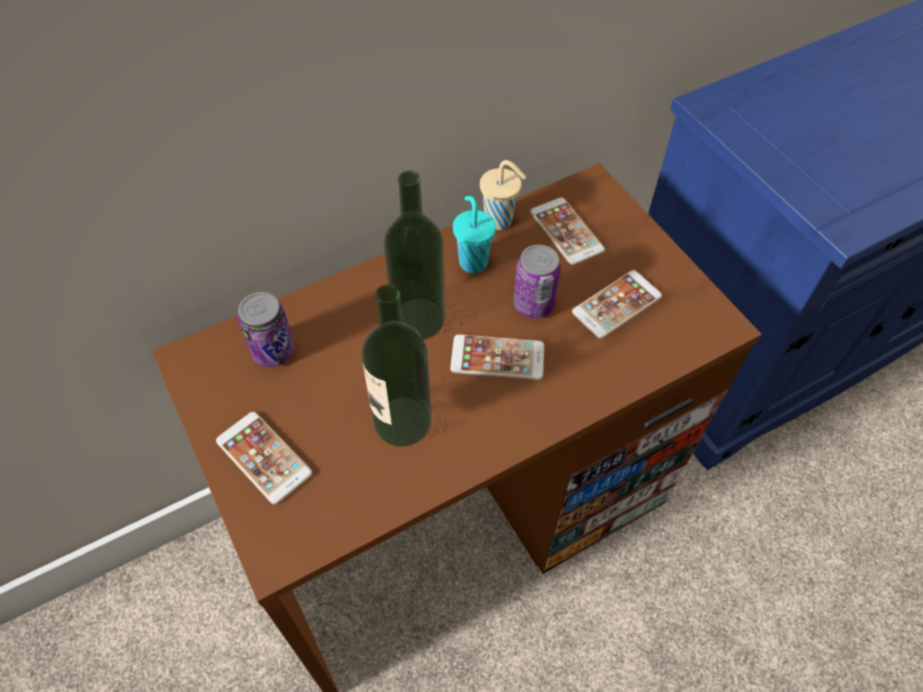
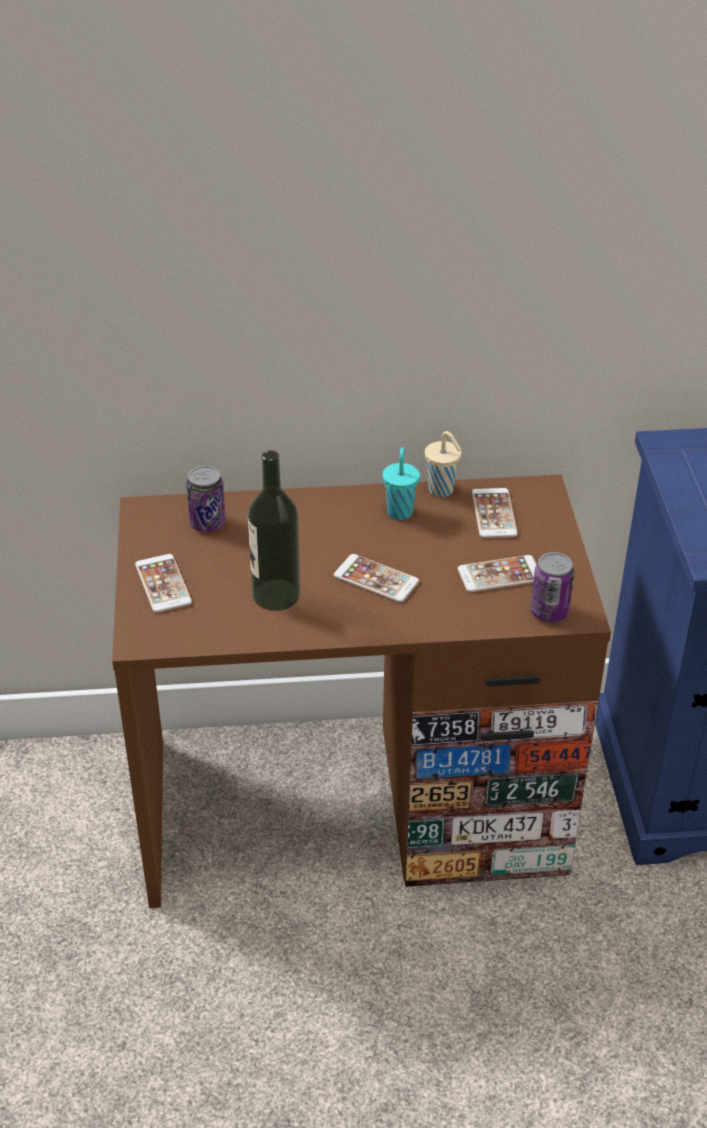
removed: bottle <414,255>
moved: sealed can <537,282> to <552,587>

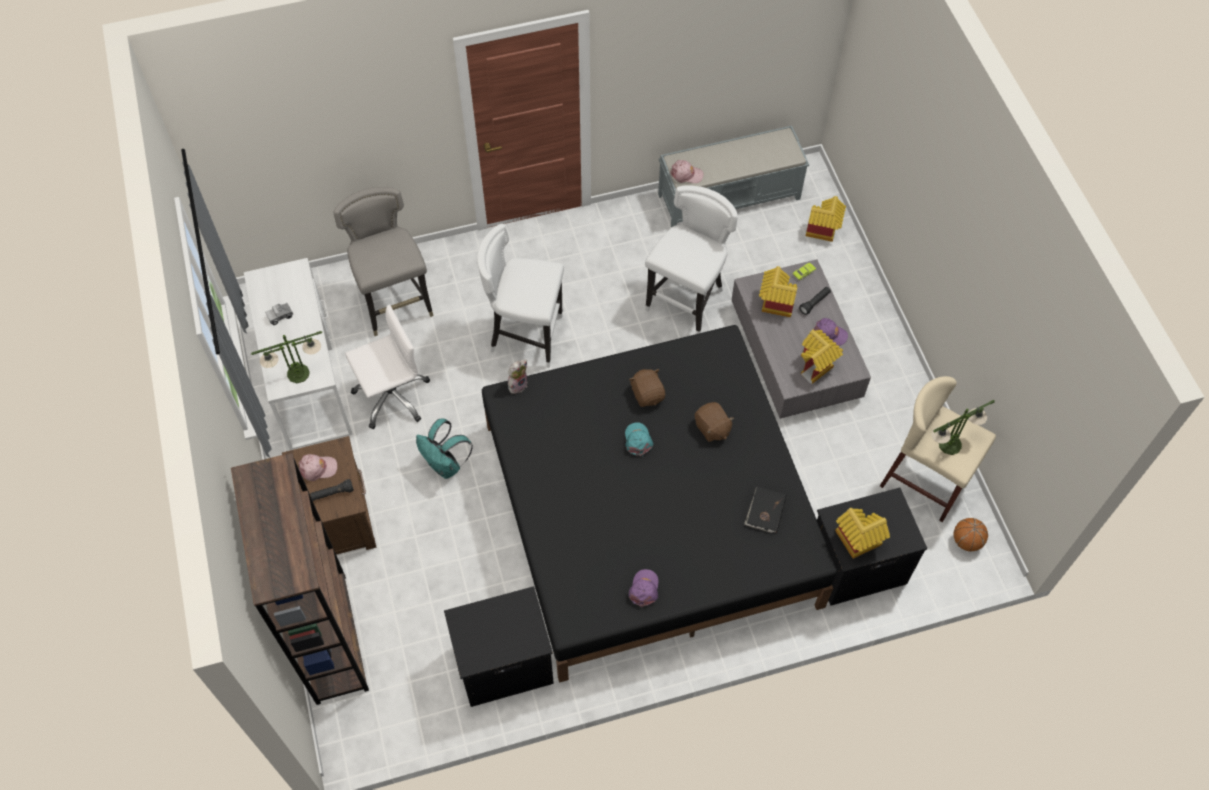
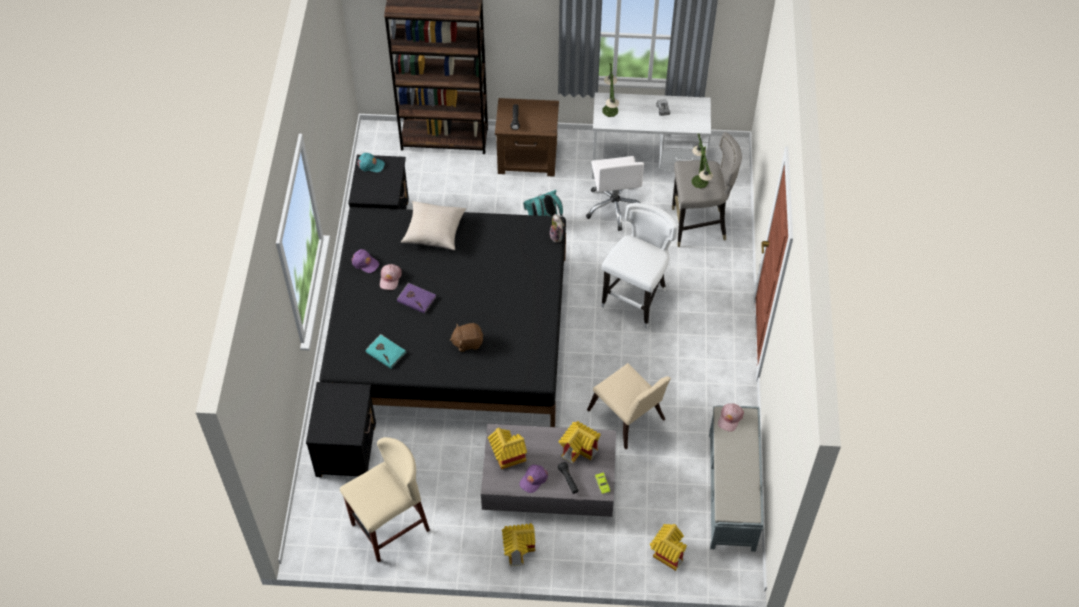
removed: brownish plush toy <647,388>; basketball ball <970,534>
added: purple-coloured book <417,298>; beige-coloured throw pillow <433,225>
moved: pink-coloured peaked cap <317,467> to <391,277>; turquoise peaked cap <639,439> to <371,162>; toy house <862,533> to <518,544>; lamp for a table <963,427> to <702,160>
replaced: white stool seat <691,259> to beige-coloured chair <629,406>
recoloured: black-coloured book <765,510> to turquoise book <386,351>

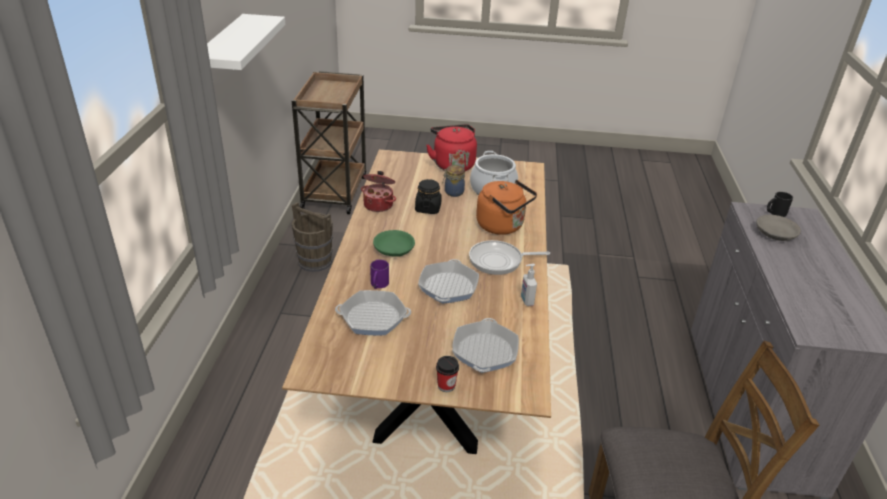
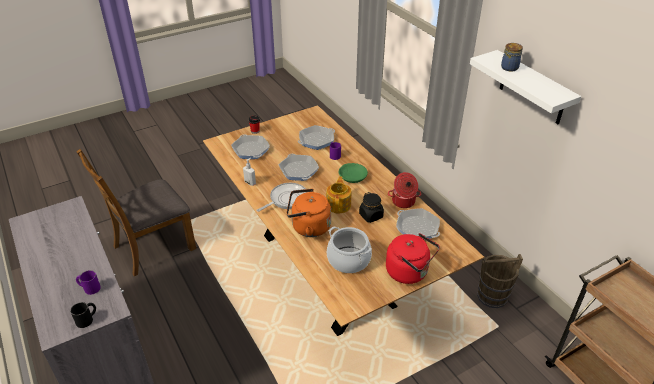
added: tea pot <338,194>; pan <418,223>
moved: jar <454,181> to <512,57>
replaced: gray bowl <778,228> to purple-coloured coffee mug <88,282>

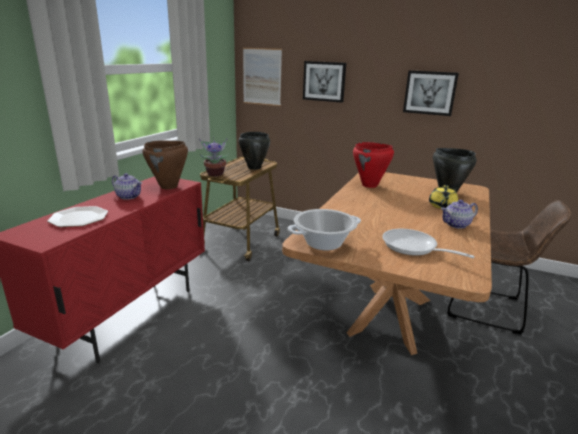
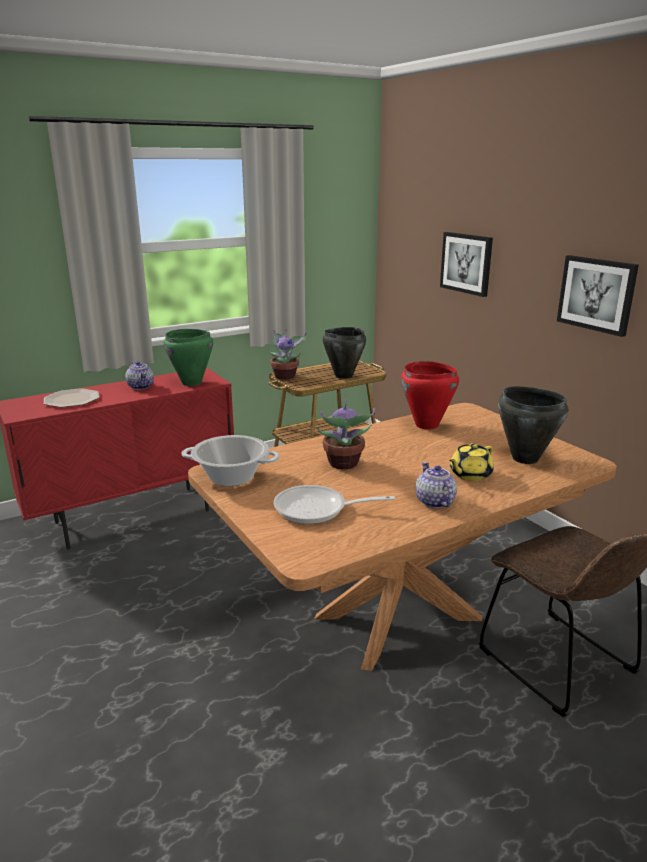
removed: wall art <262,77>
added: plant in a pot <346,434>
recoloured: brownish cooking pot <165,164> to greenish cooking pot <188,357>
turned: pan <428,243> = <334,504> 75 degrees counterclockwise; tea pot <459,214> = <436,485> 60 degrees clockwise

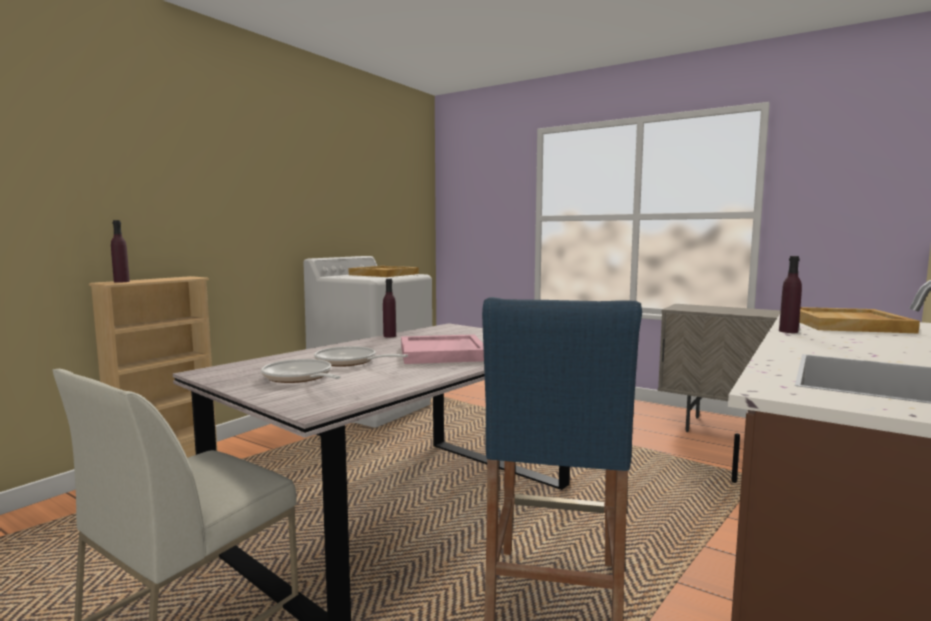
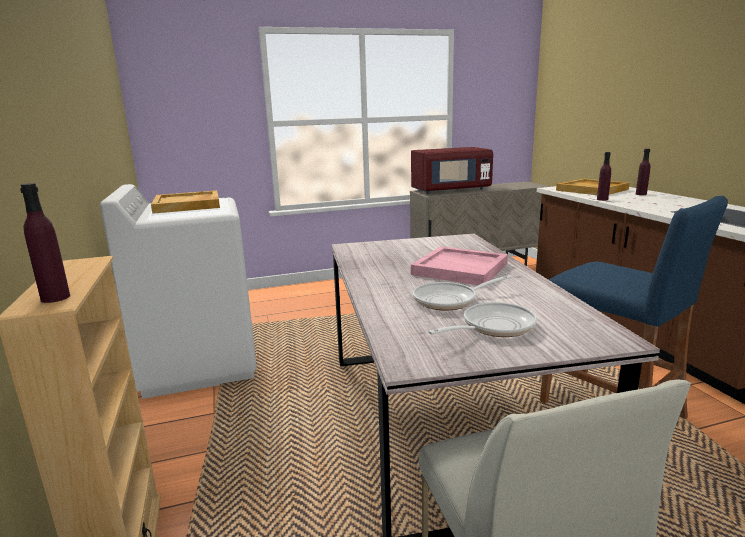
added: red microwave oven <452,170>
moved: purple-coloured bottle <389,308> to <643,172>
turned: pan <301,371> = <482,319> 150 degrees clockwise

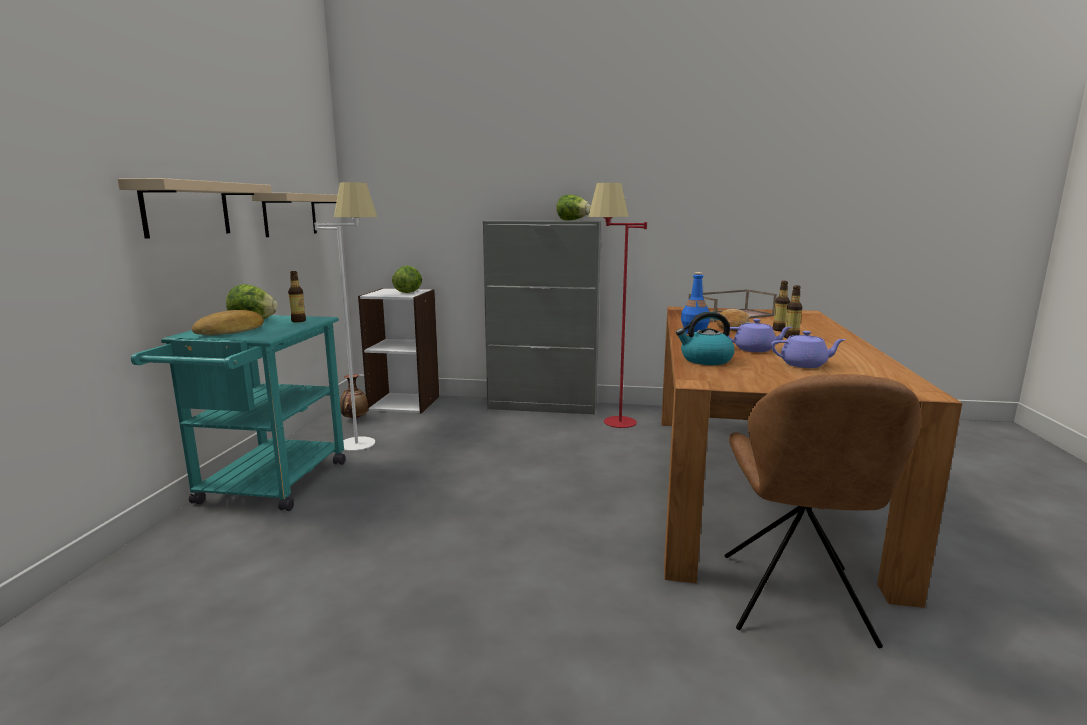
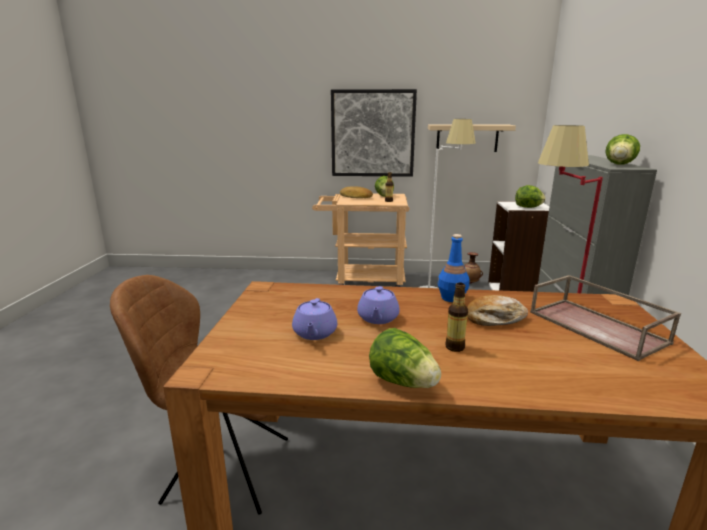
removed: water kettle <705,338>; bottle <781,306>
added: head of lettuce <405,358>
replaced: beige-coloured bracket shelf <195,208> to wall art <374,133>
recoloured: turquoise trolley <238,413> to beige-coloured trolley <360,240>

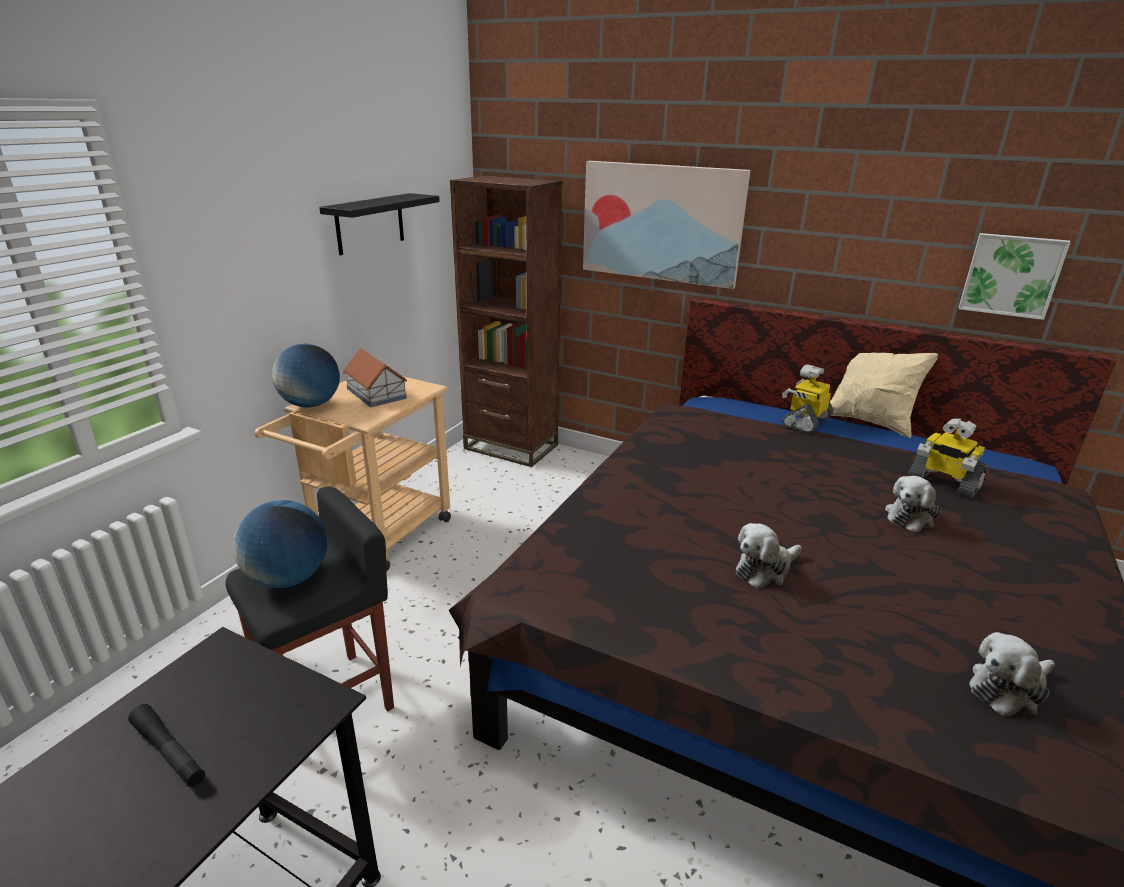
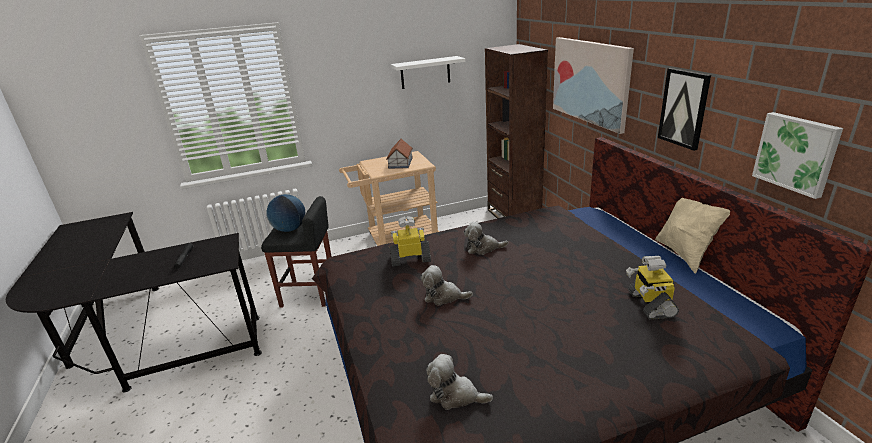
removed: world globe <306,375>
added: wall art <684,109>
moved: robot figure <807,398> to <410,241>; plush toy <913,504> to <486,238>
recoloured: black-coloured bracket shelf <379,224> to white bracket shelf <428,72>

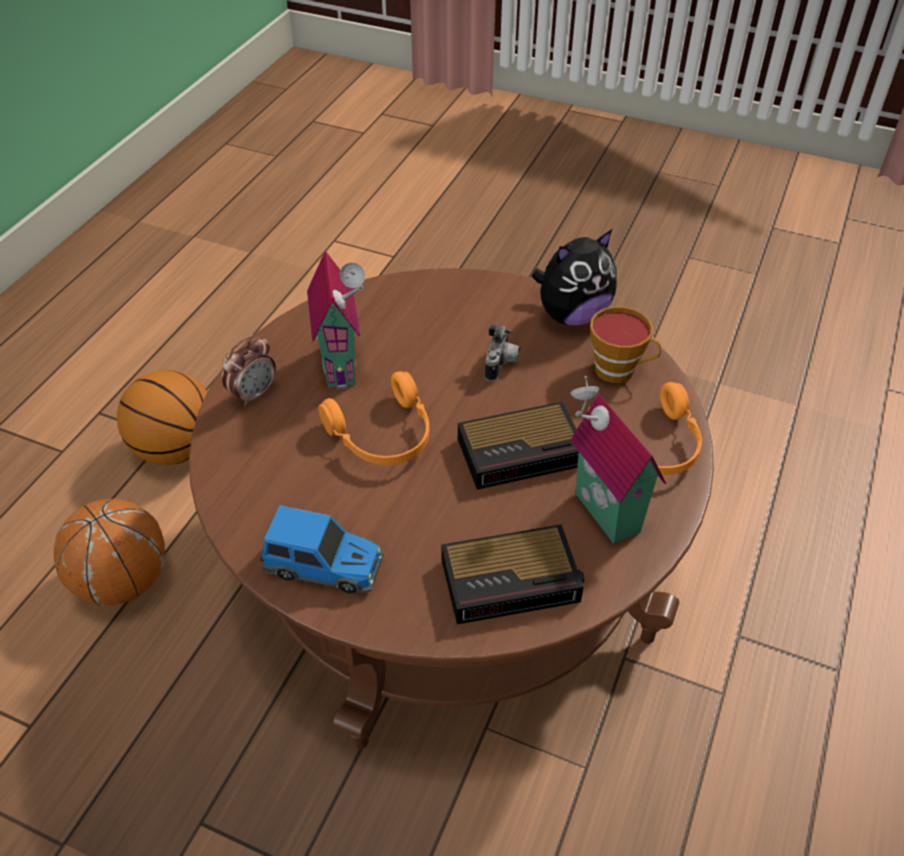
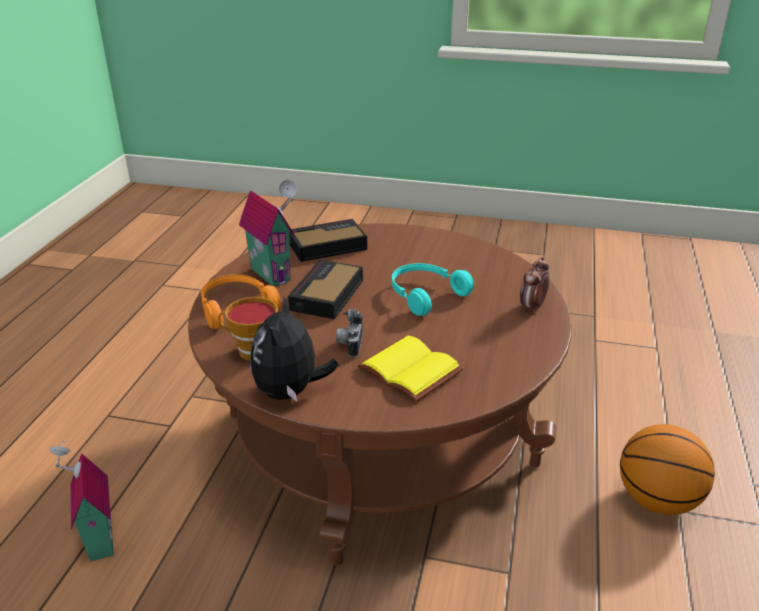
removed: basketball ball <109,552>; model car <322,549>
added: yellow-coloured book <411,368>
moved: toy house <336,320> to <82,501>
recoloured: orangey pair of headphones <373,418> to turquoise pair of headphones <433,289>
turned: bedside clock <518,445> = <325,289> 45 degrees counterclockwise; plush toy <574,277> = <294,348> 45 degrees counterclockwise

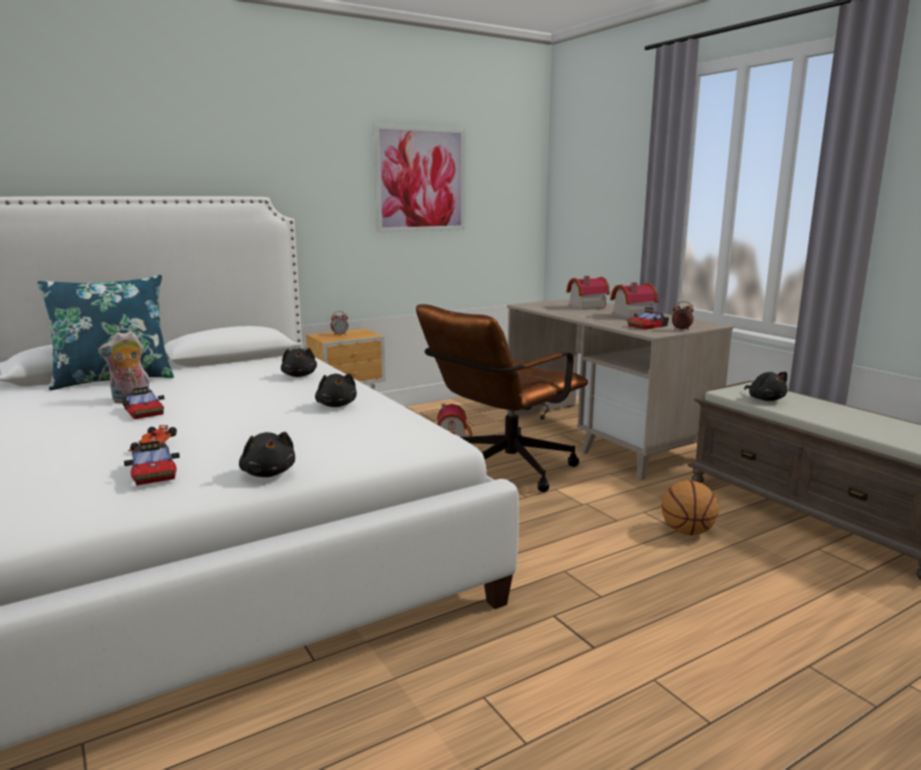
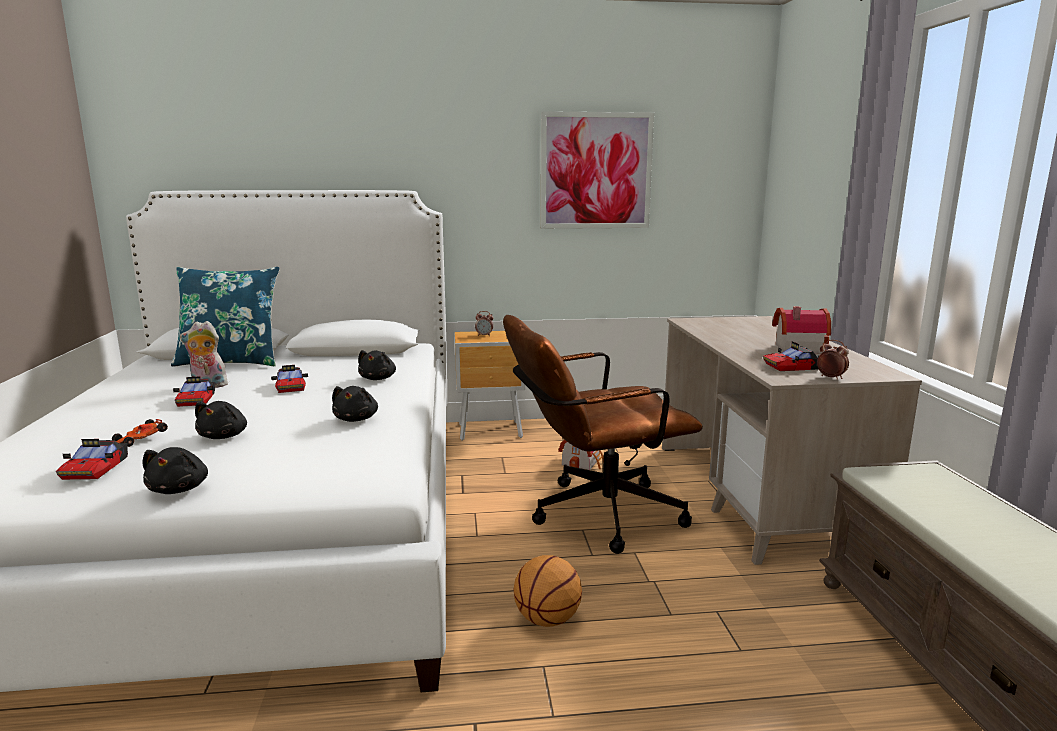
removed: toy house <588,293>
added: model car <289,379>
moved: basketball ball <690,508> to <547,591>; black-coloured plush toy <766,386> to <221,420>

